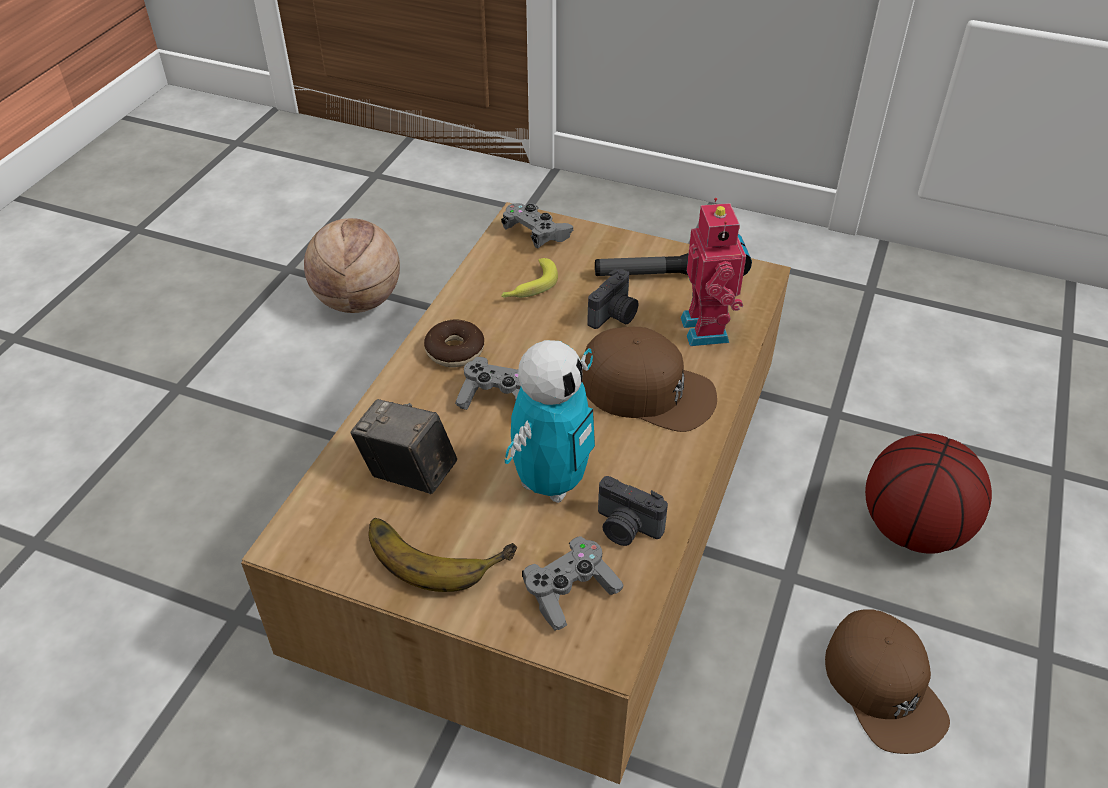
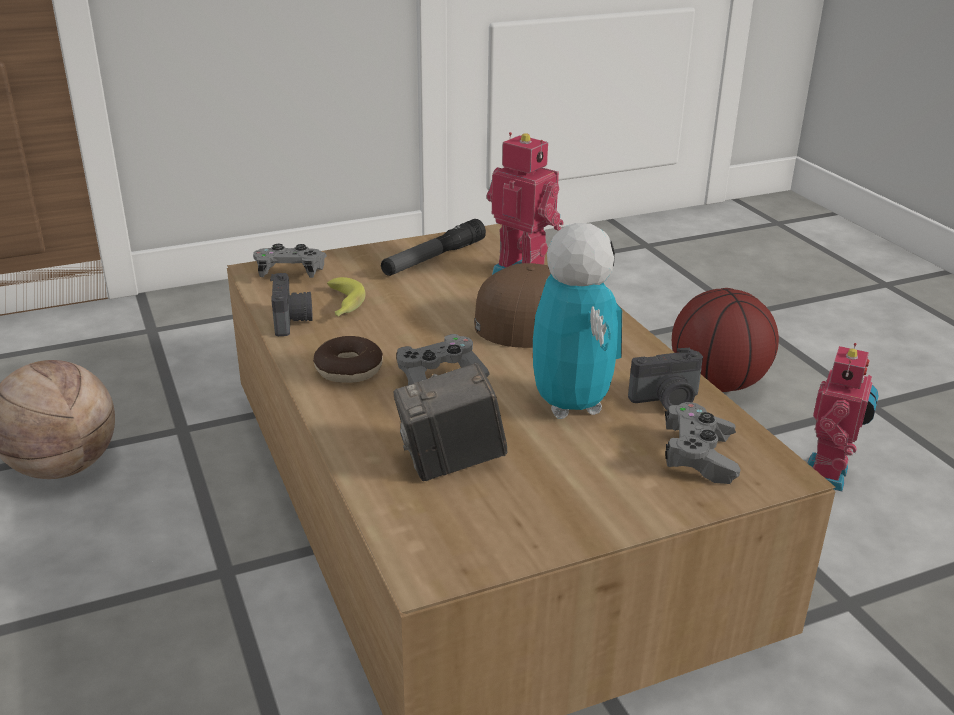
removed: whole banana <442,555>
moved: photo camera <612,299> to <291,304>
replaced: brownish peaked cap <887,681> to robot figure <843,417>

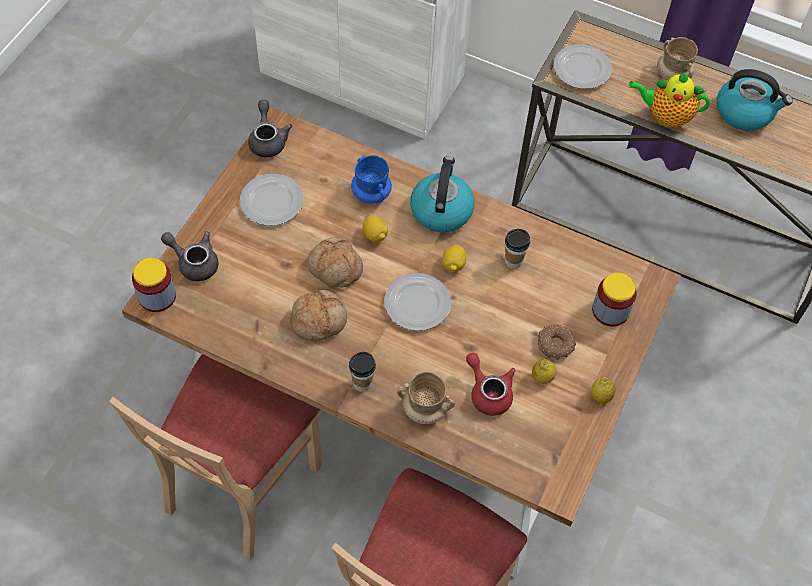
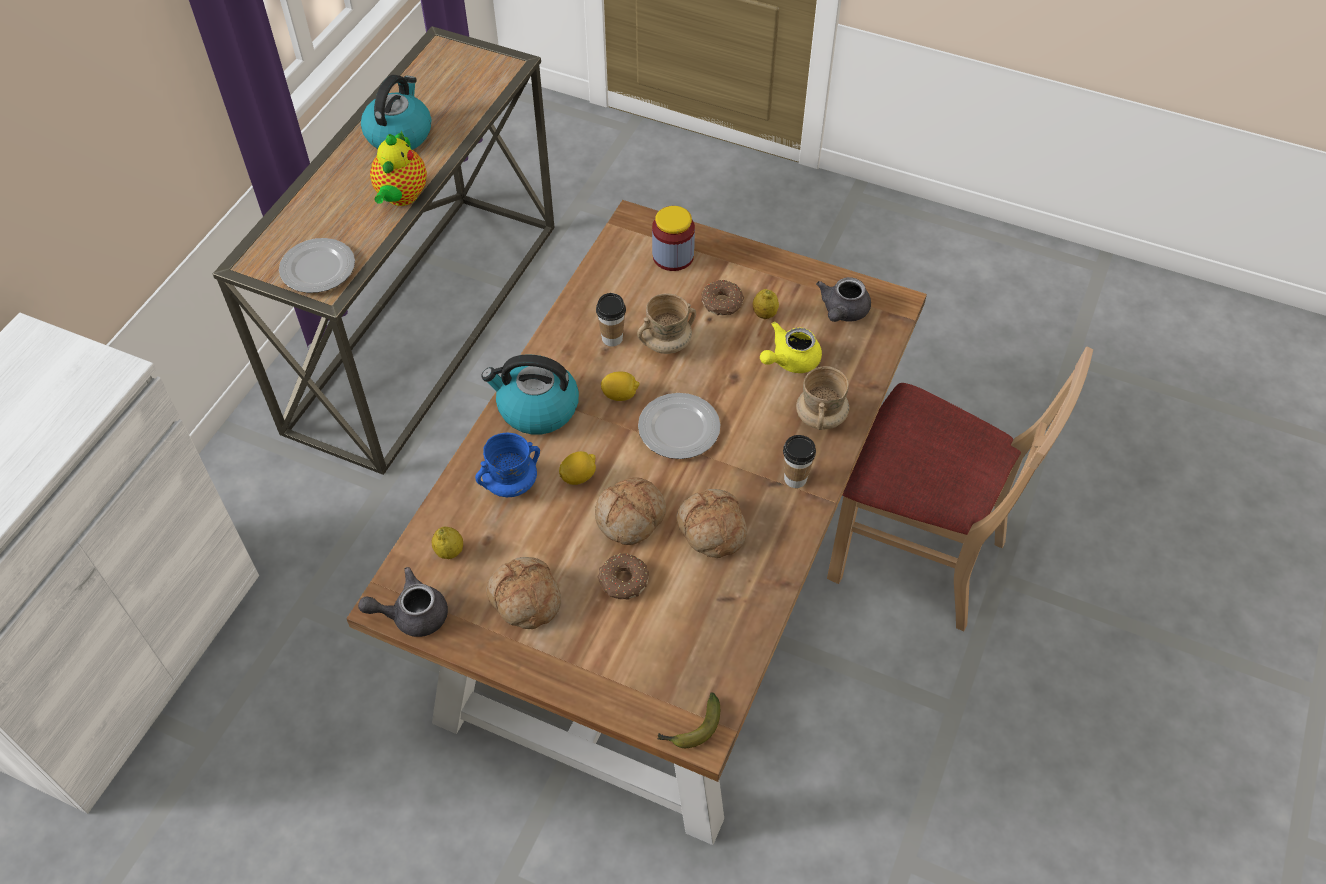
removed: beige-coloured chair <216,457>
added: donut <623,577>
moved: gray tea pot <189,256> to <843,299>; citrus fruit <603,390> to <447,543>; beige-coloured coffee mug <677,58> to <666,323>
replaced: jar <154,285> to whole banana <689,720>; flat dish <272,200> to bakery bread <523,593>
recoloured: red tea pot <491,384> to yellow-coloured tea pot <791,347>

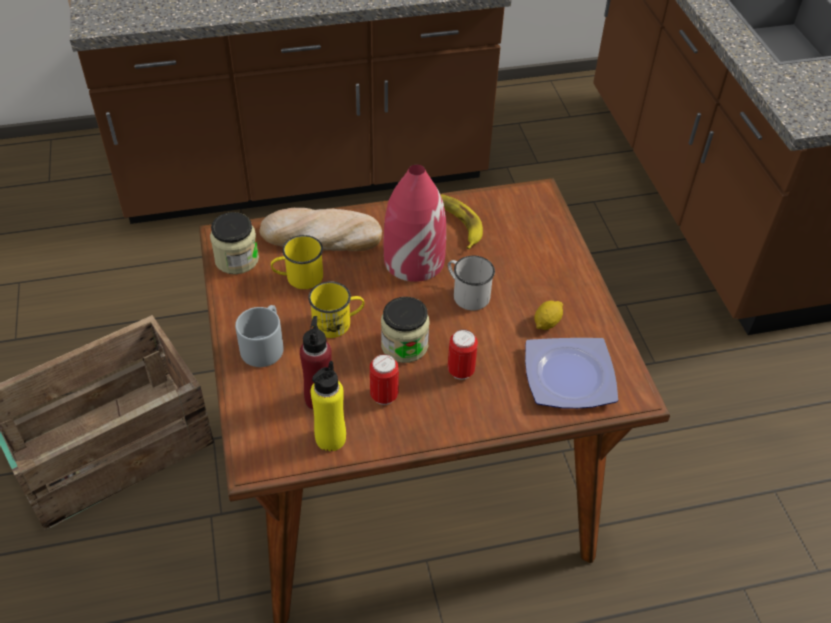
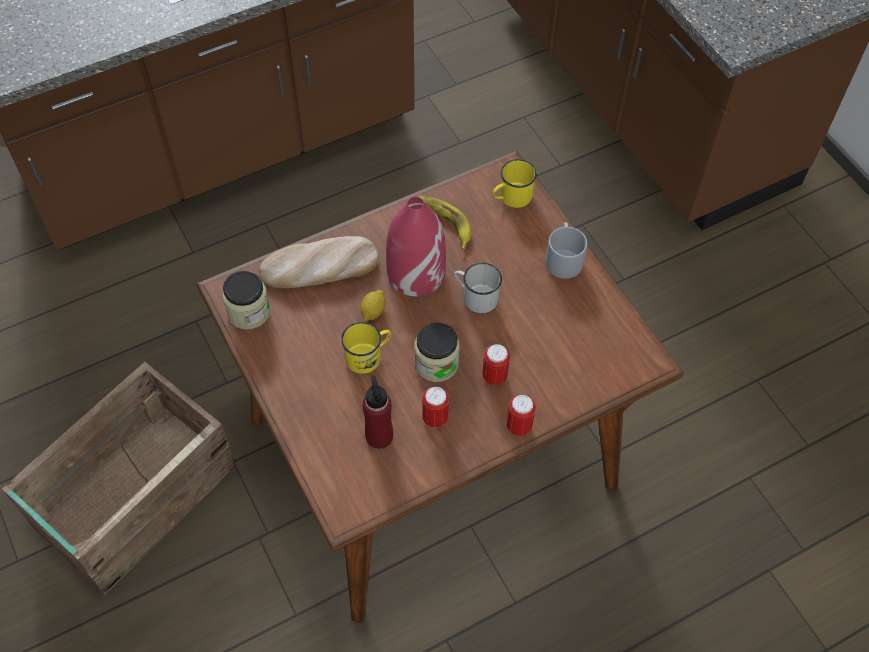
removed: yellow-coloured bottle <328,406>; flat dish <571,373>
added: sealed can <521,415>
moved: gray coffee mug <259,336> to <566,251>; yellow-coloured coffee mug <297,262> to <514,183>; citrus fruit <548,315> to <373,306>

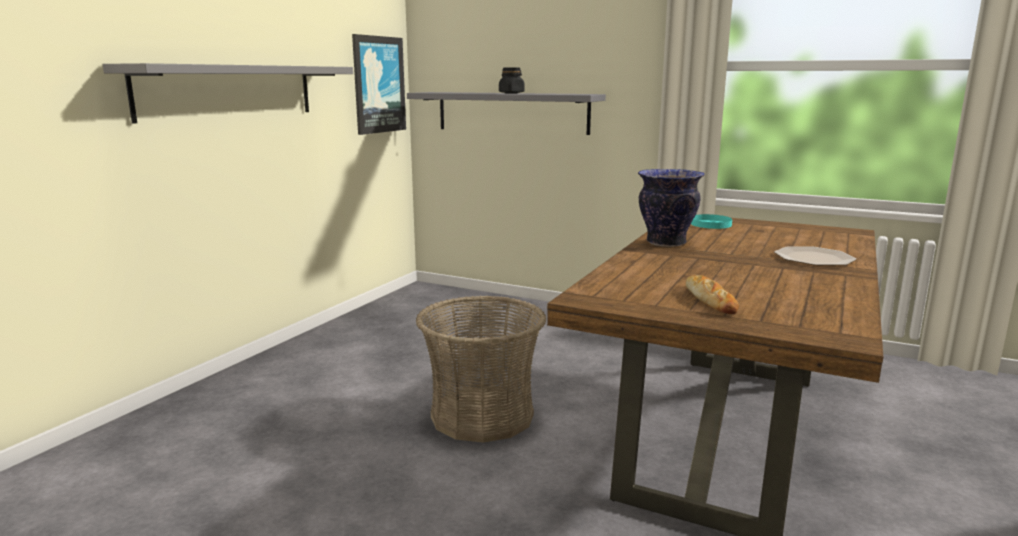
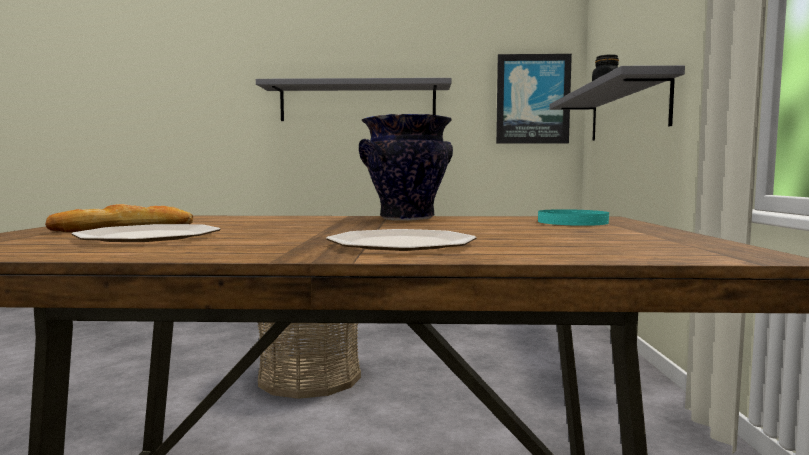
added: flat dish <145,233>

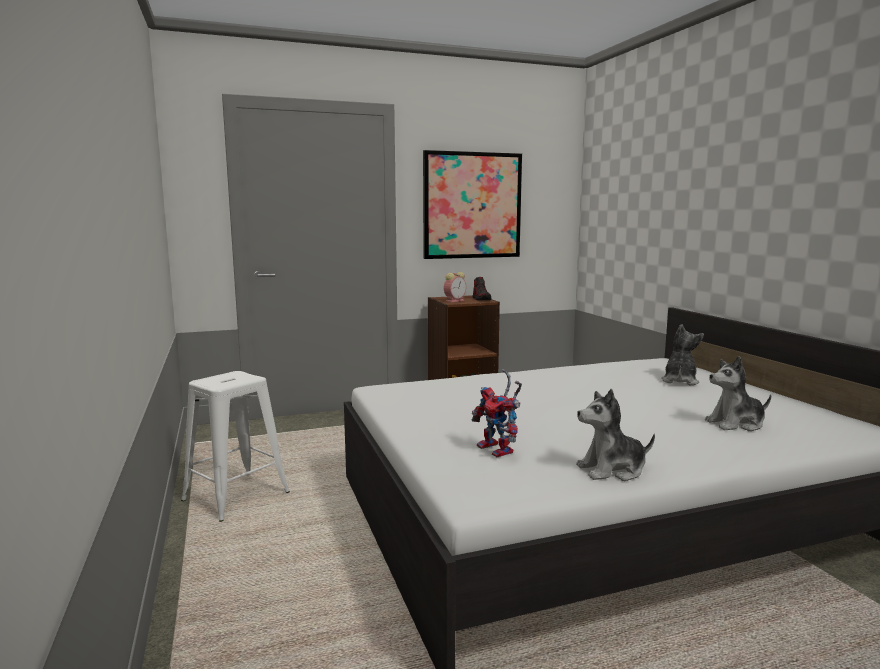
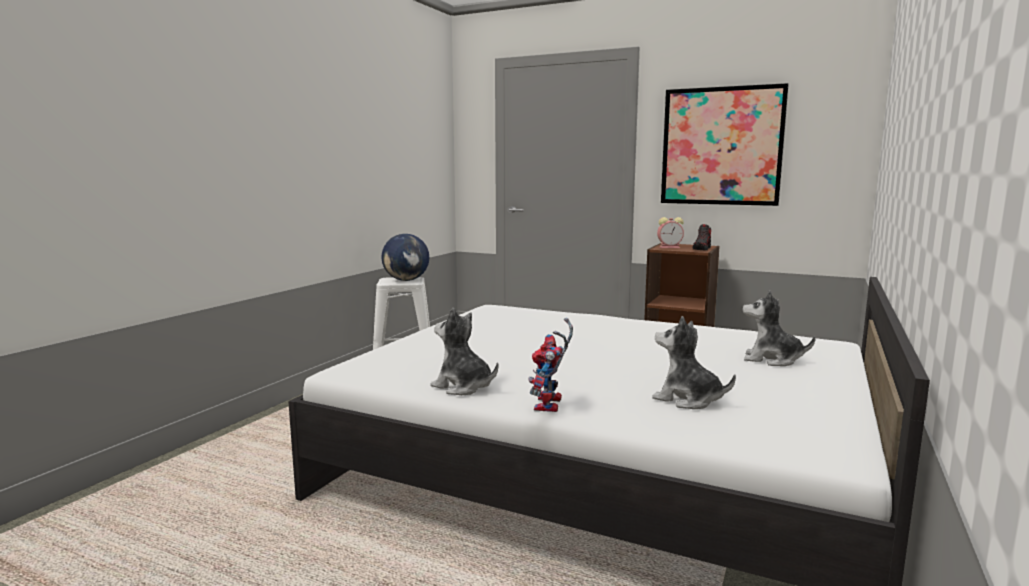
added: world globe <405,257>
moved: robot figure <497,413> to <550,365>
turned: plush toy <682,355> = <779,328> 135 degrees counterclockwise

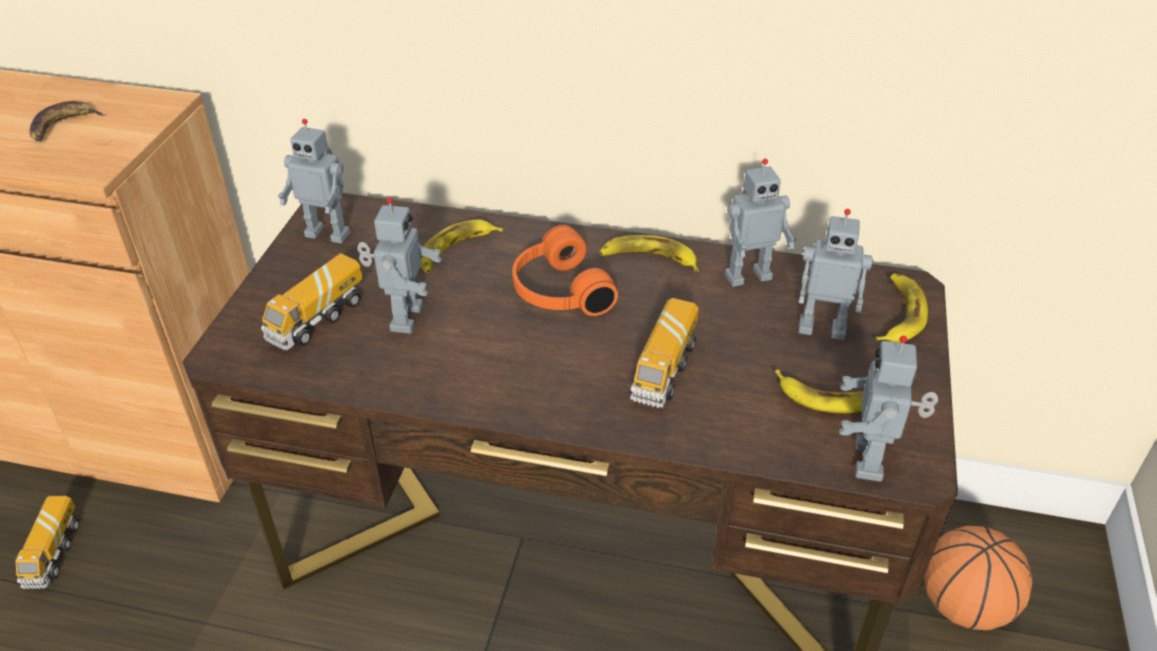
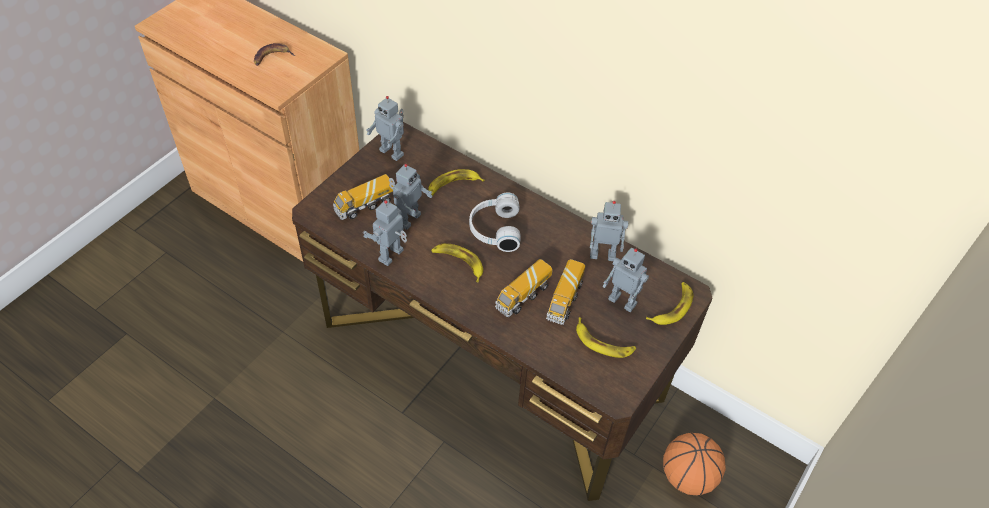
moved: toy truck <47,542> to <565,292>; whole banana <649,253> to <457,262>; robot figure <888,409> to <385,233>
recoloured: orangey pair of headphones <565,270> to white pair of headphones <495,222>

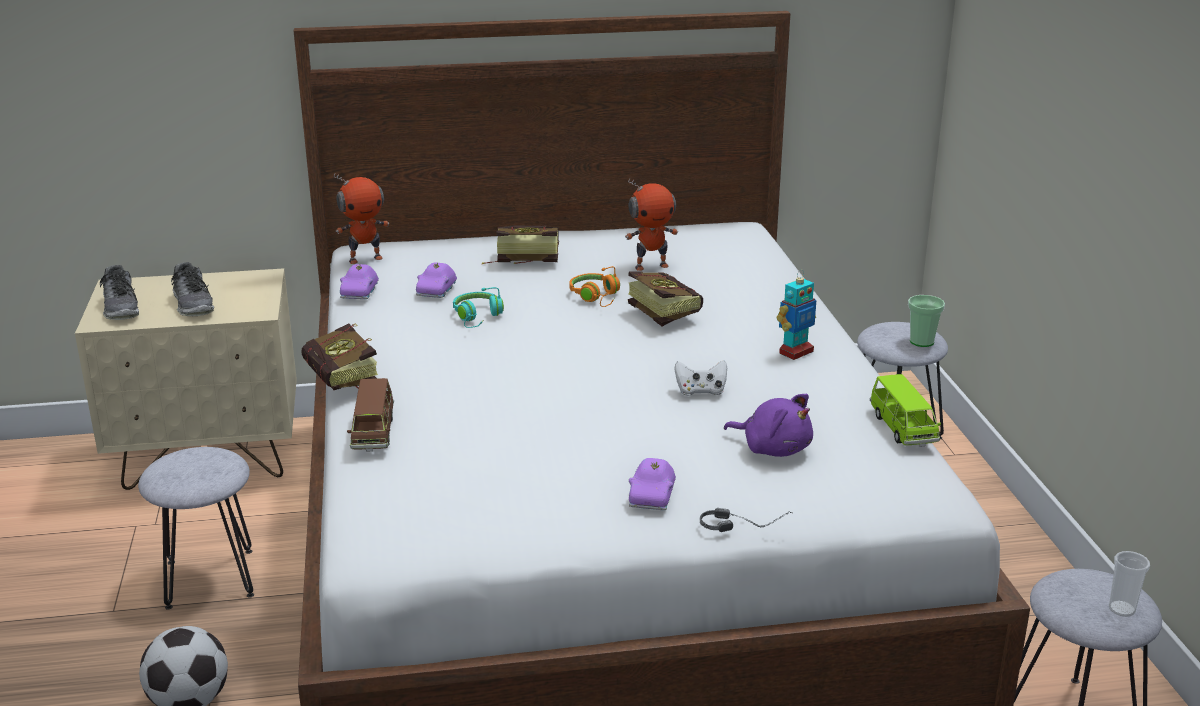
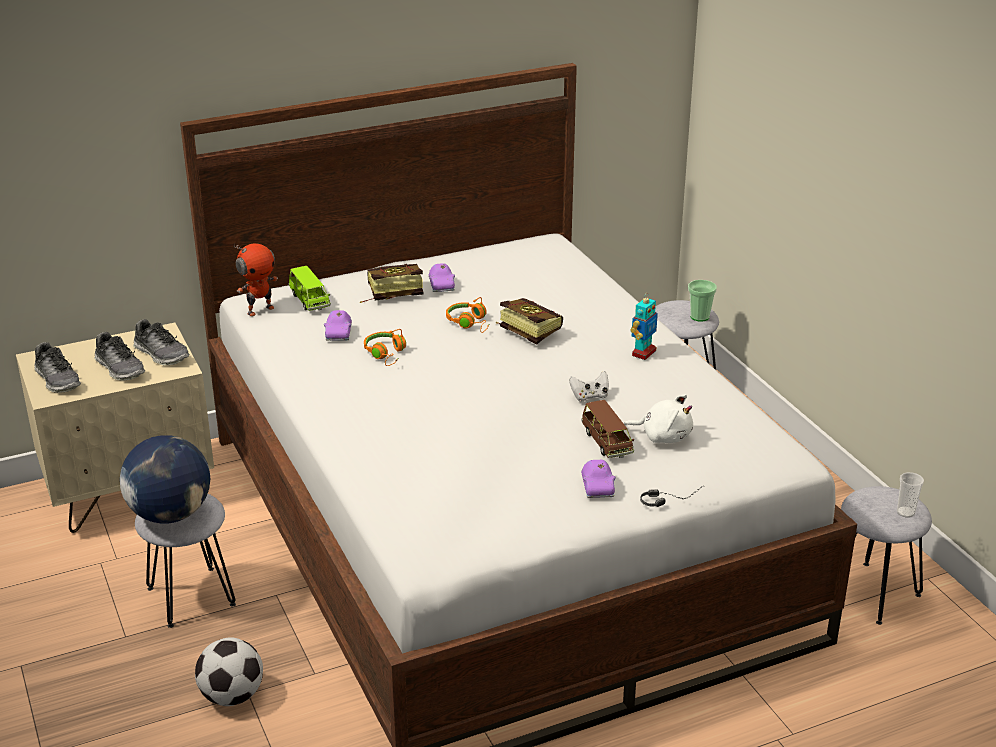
removed: book <339,357>; robot figure <651,224>
added: world globe <165,479>; low shoe <161,342>
moved: purple-coloured model car <359,281> to <442,277>; brownish model car <370,415> to <607,429>; greenish model car <905,410> to <310,288>
recoloured: turquoise pair of headphones <478,307> to orangey pair of headphones <385,347>; purple-coloured plush toy <768,425> to white plush toy <658,418>

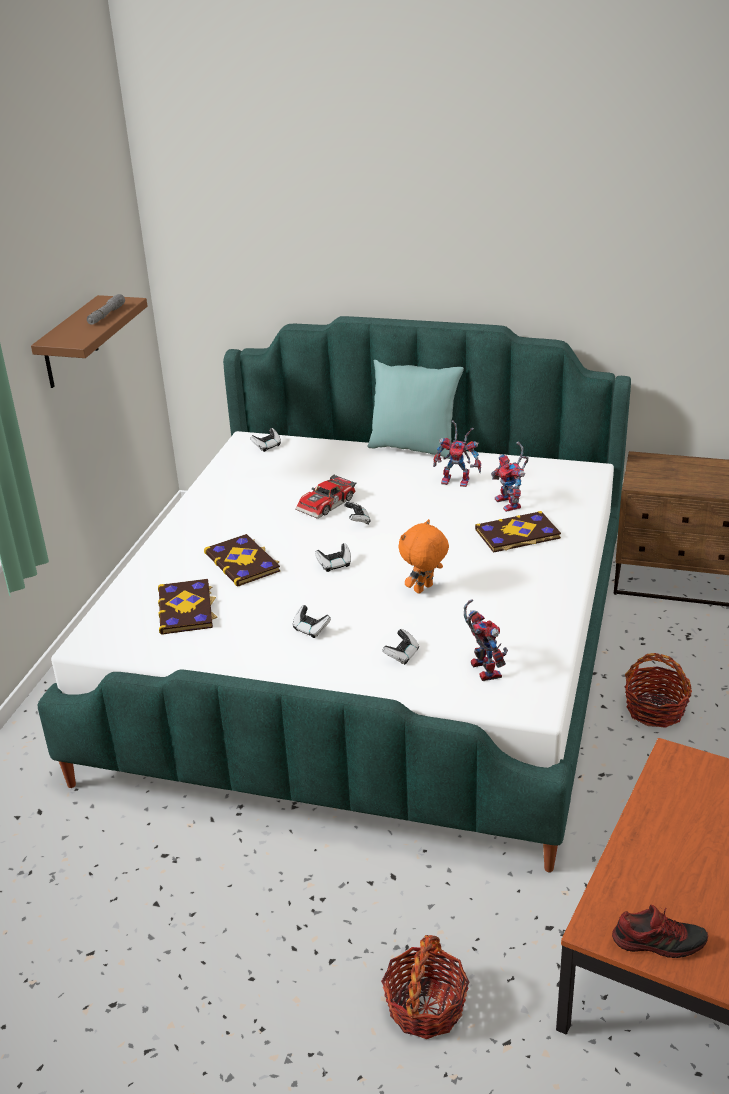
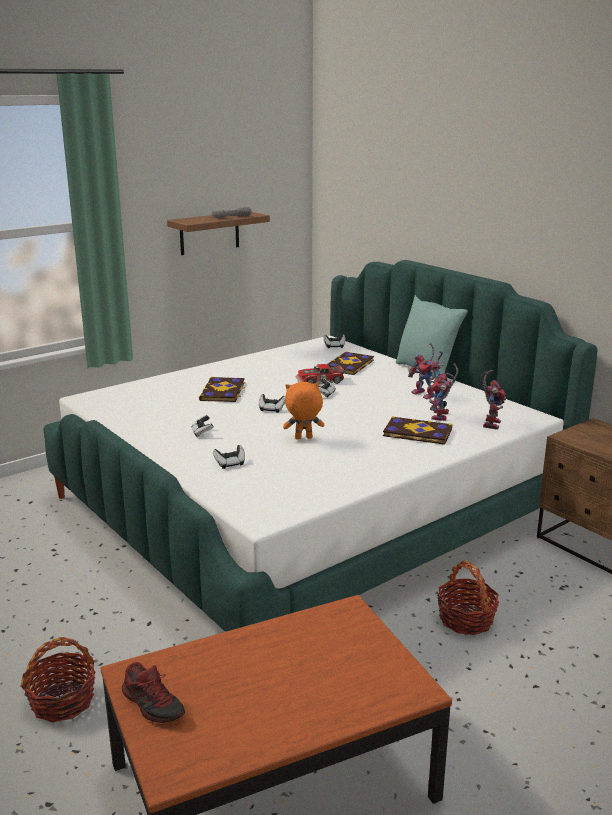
moved: book <188,607> to <350,363>; robot figure <486,640> to <493,400>

